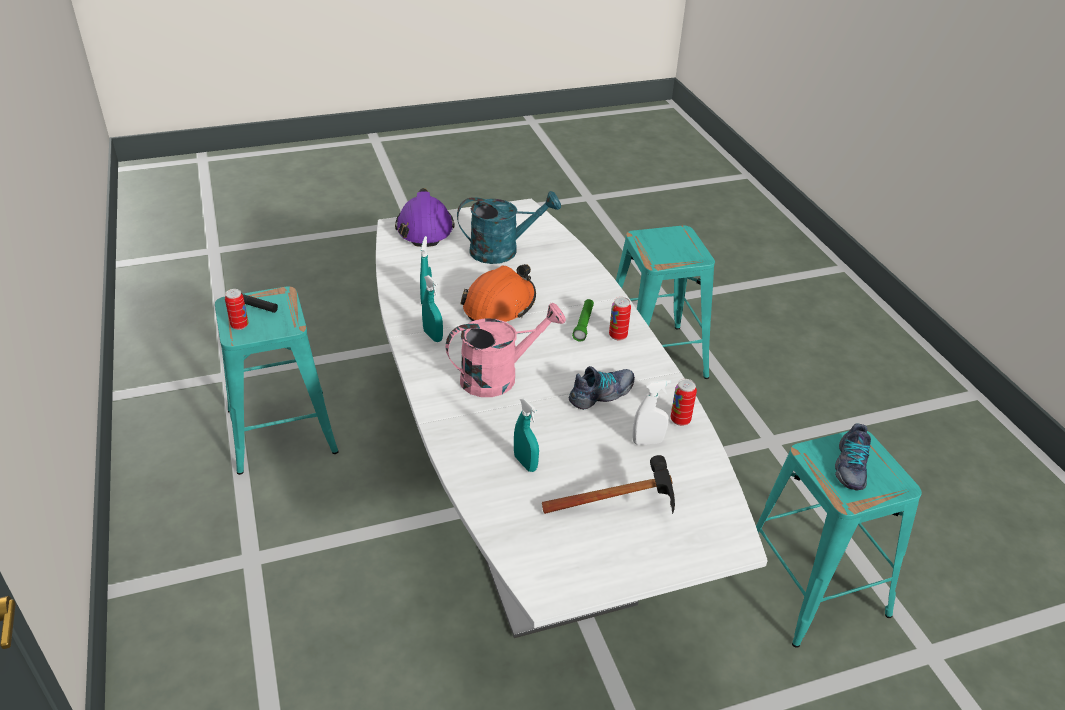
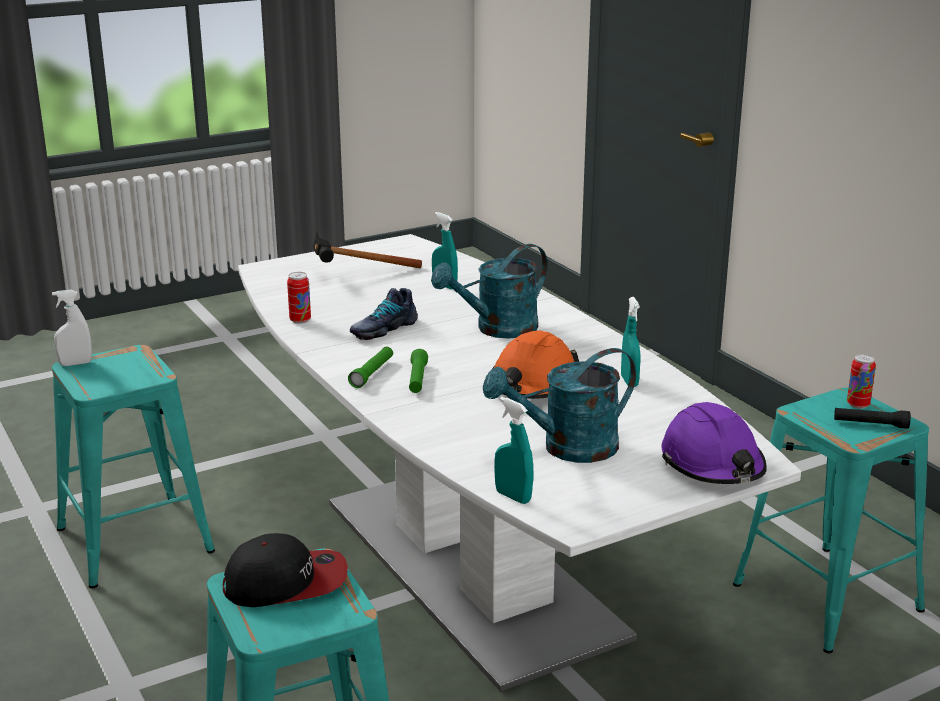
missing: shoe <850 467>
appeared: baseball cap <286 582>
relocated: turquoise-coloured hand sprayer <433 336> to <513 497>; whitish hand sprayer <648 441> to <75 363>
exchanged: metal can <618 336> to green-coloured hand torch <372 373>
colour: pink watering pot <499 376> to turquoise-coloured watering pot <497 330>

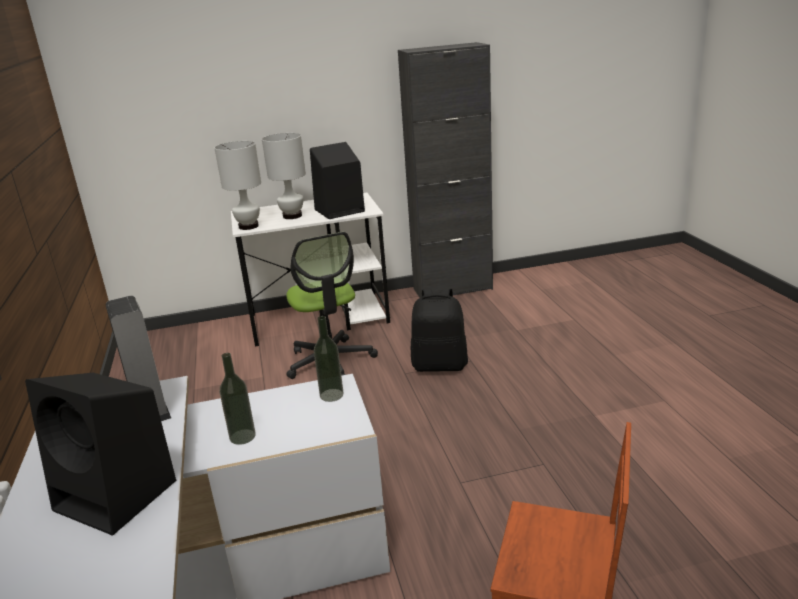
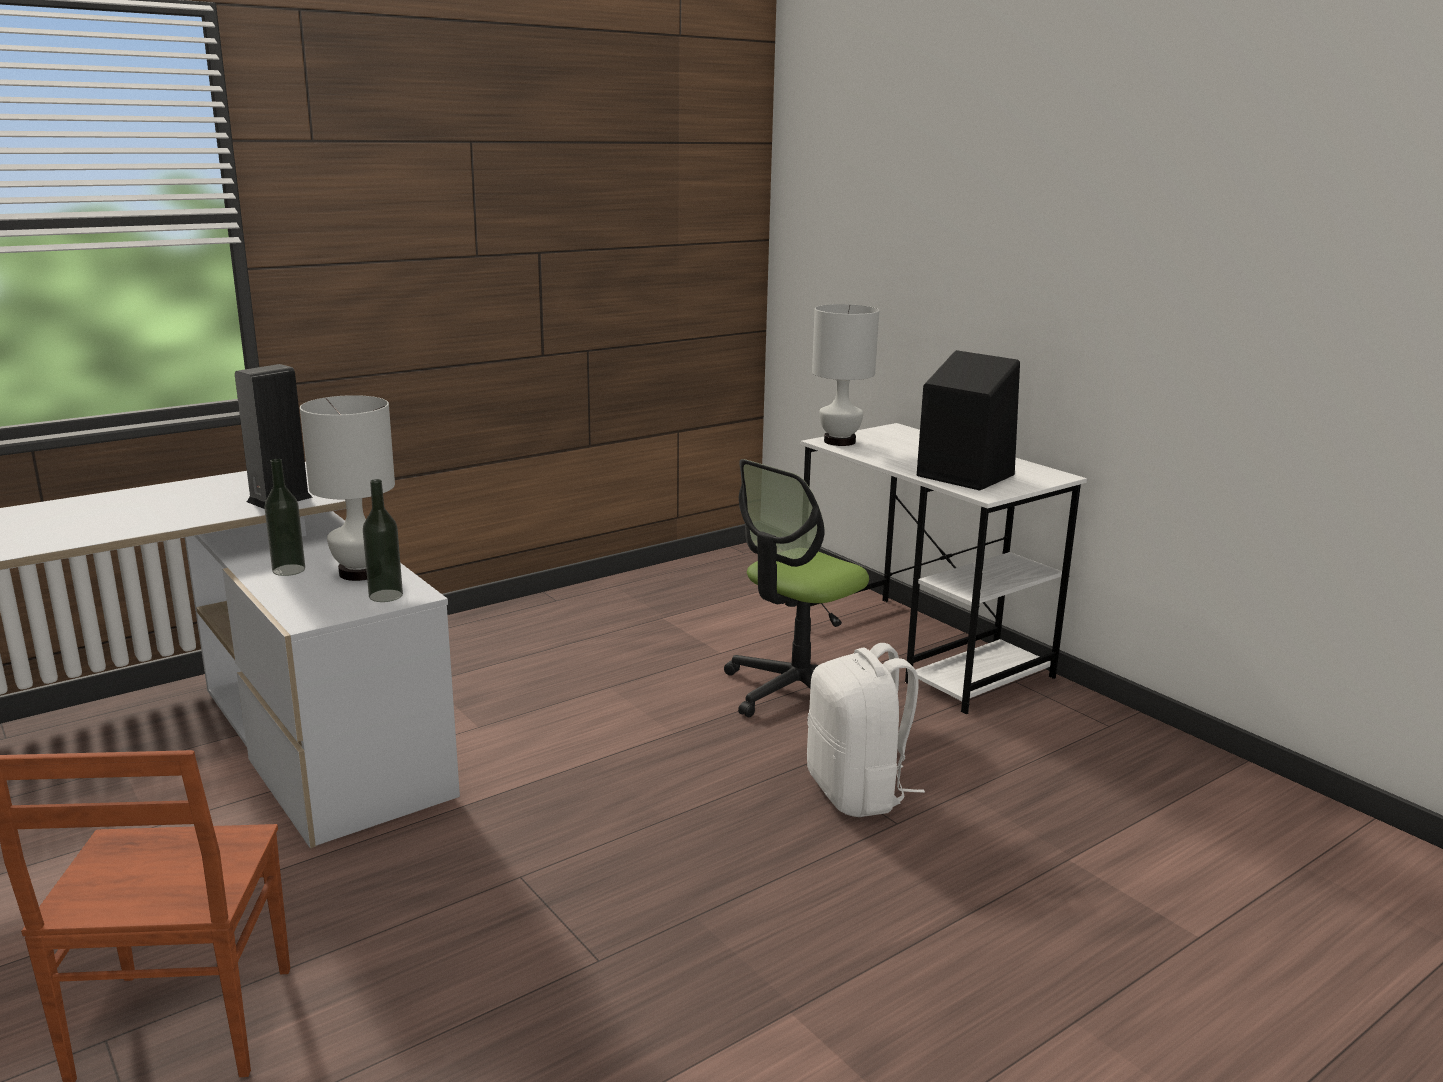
missing: black audio speaker <118 495>; black storage cabinet <452 289>
relocated: whitish lamp for a table <293 216> to <361 573>
colour: black knapsack <440 365> to whitish knapsack <858 792>

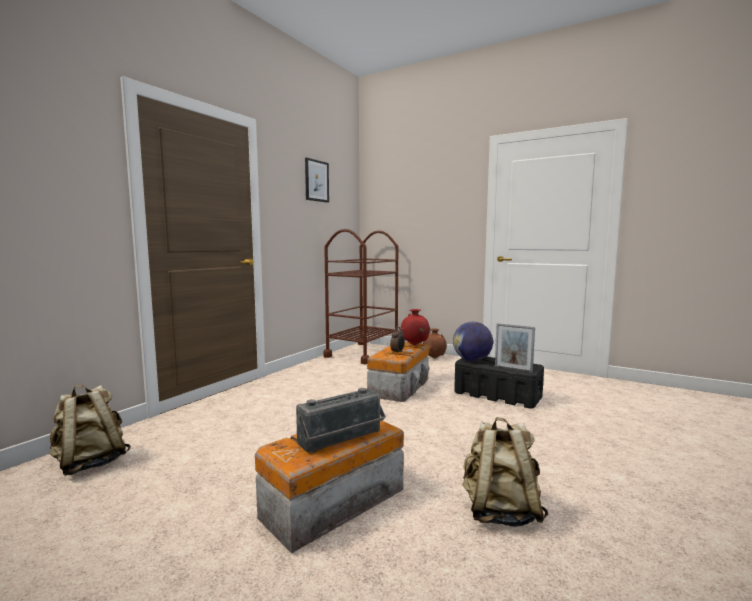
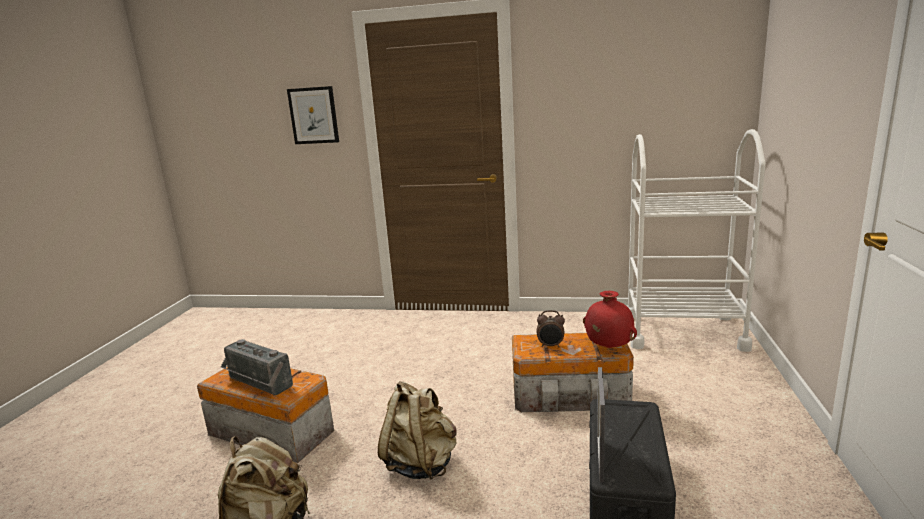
missing: brownish flower vase <434 358>; globe <472 360>
relocated: beige-coloured knapsack <90 463> to <421 464>; picture <316 181> to <313 115>
colour: brownish wheeled cart <362 353> to whitish wheeled cart <682 331>

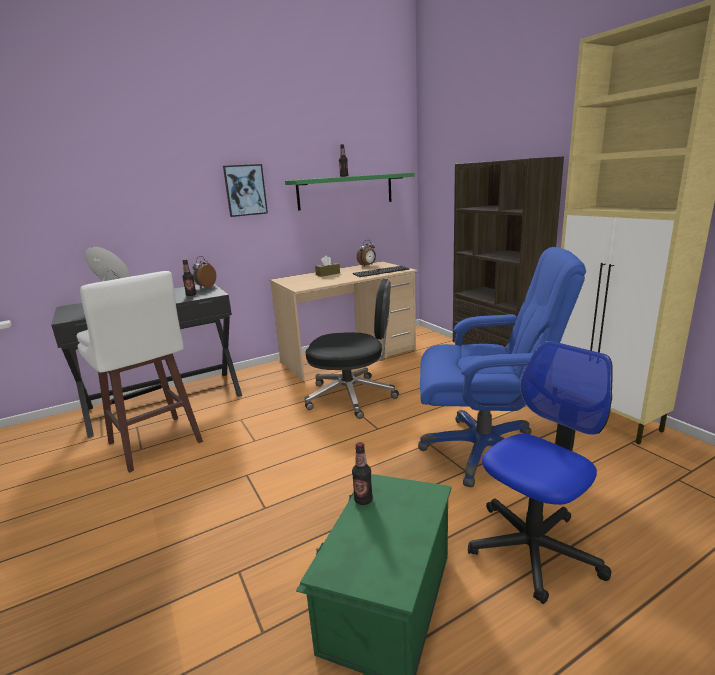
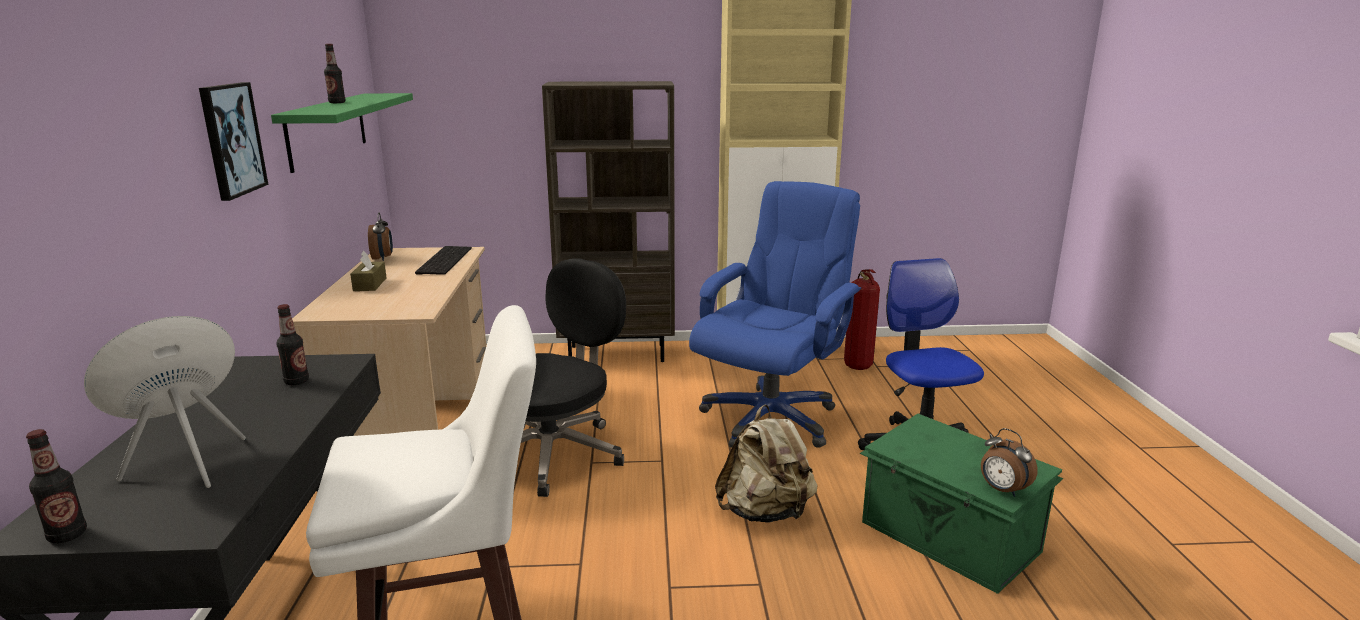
appeared: beige-coloured knapsack <765 513>; extinguisher <855 366>
relocated: alarm clock <205 286> to <1002 490>; drink bottle <363 500> to <67 535>

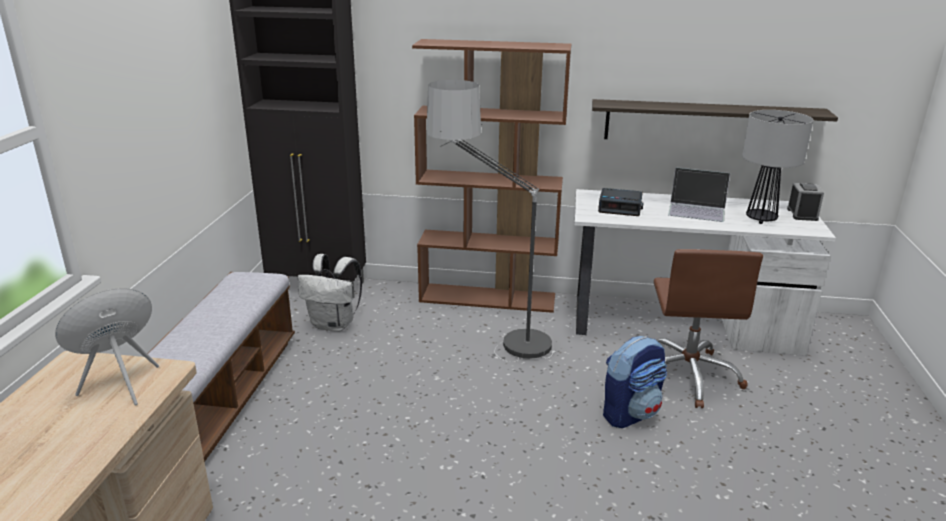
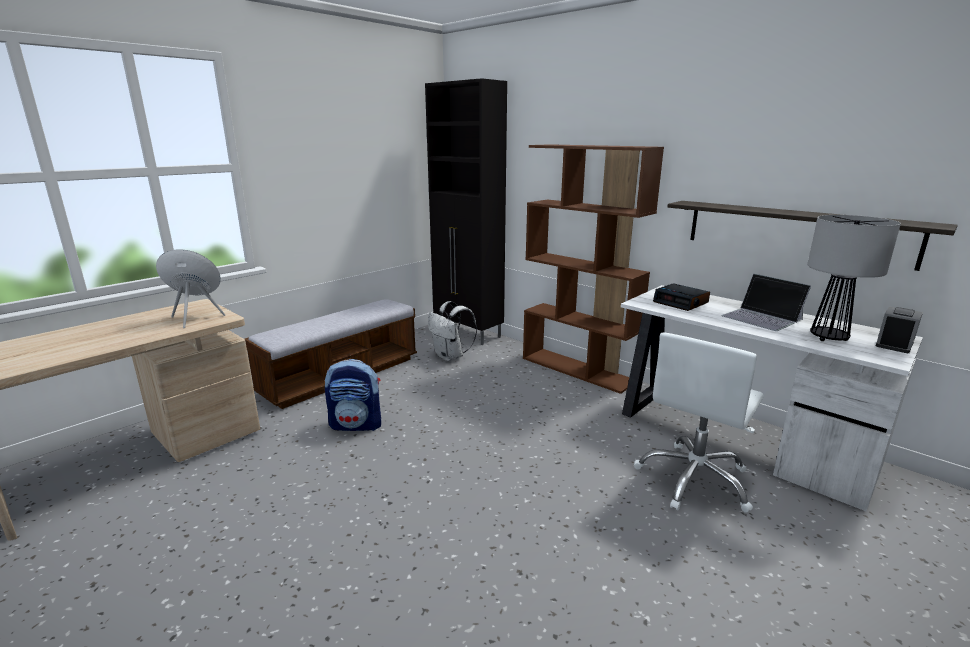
missing: standing lamp <490 339>
relocated: knapsack <630 413> to <357 425>
colour: brownish office chair <688 376> to whitish office chair <694 479>

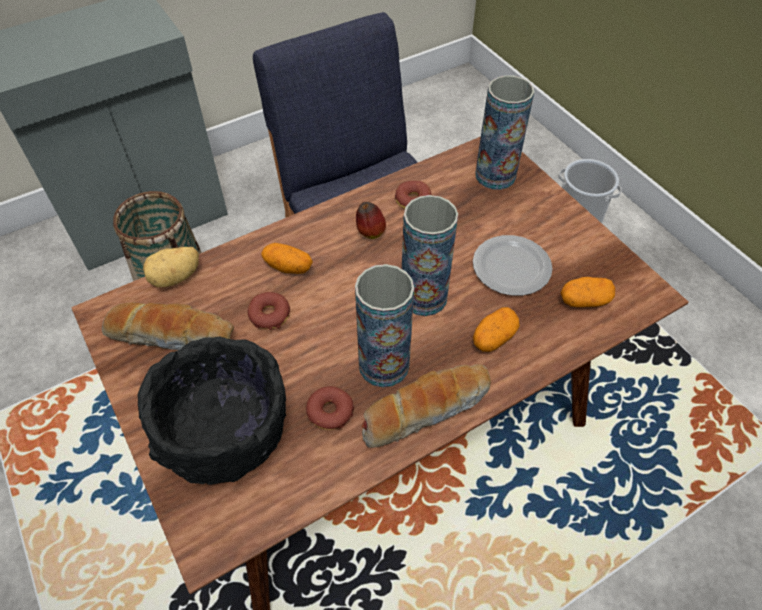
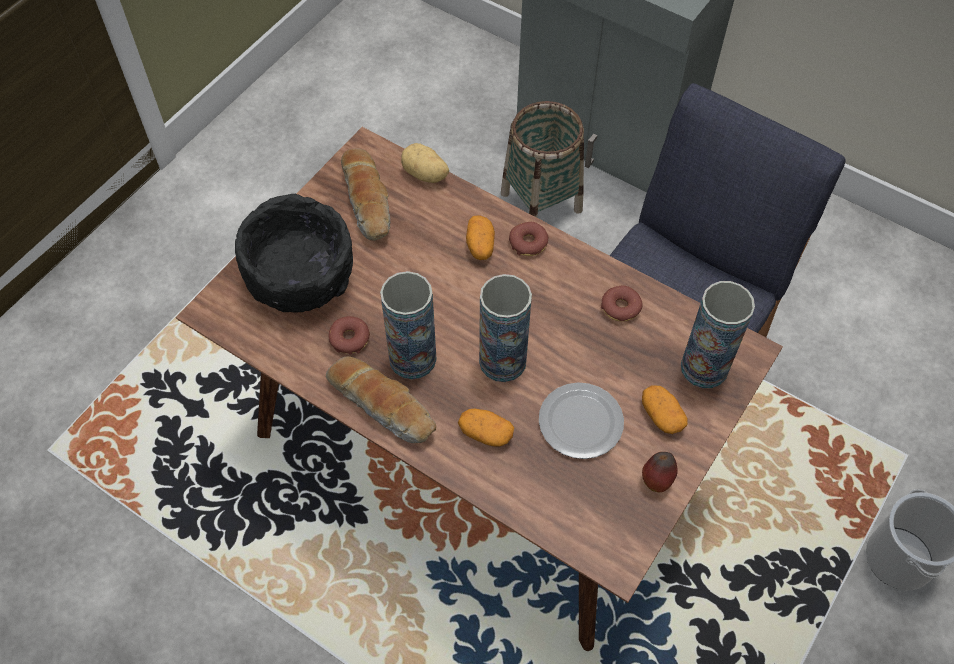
relocated: ring doughnut <269 315> to <528 243>; whole apple <370 233> to <657 480>; spud <584 300> to <661 416>

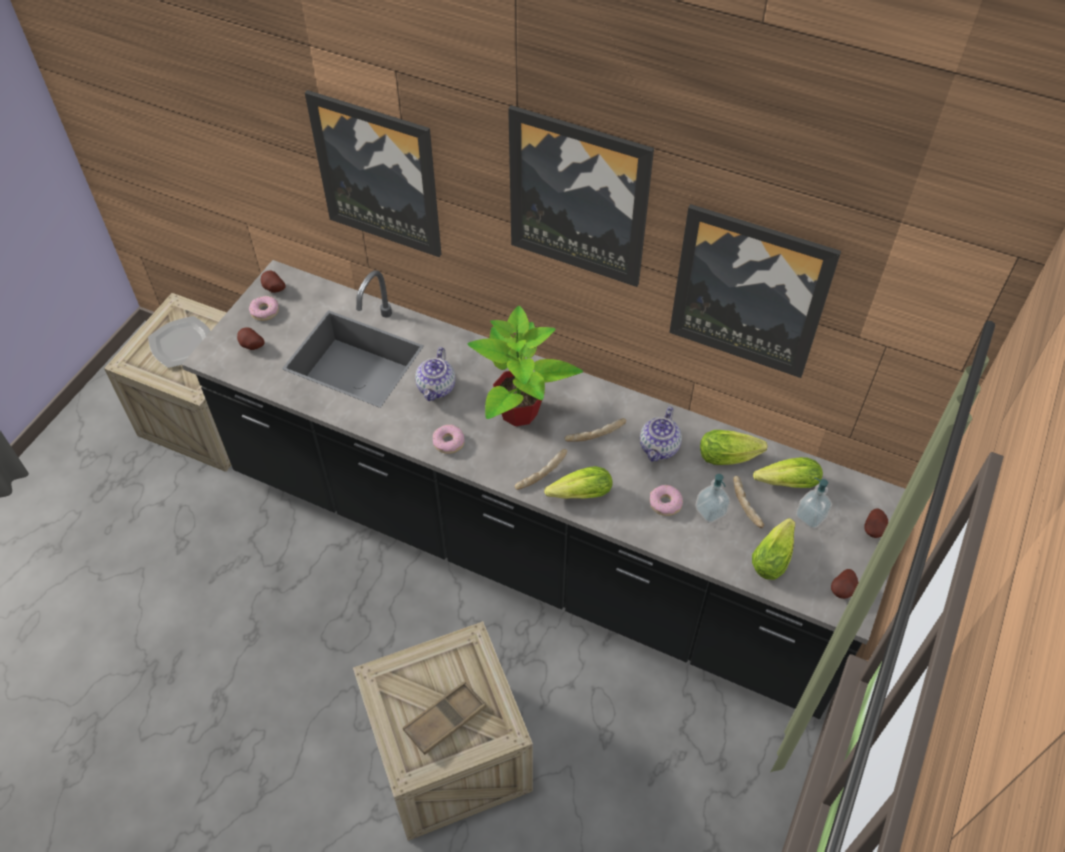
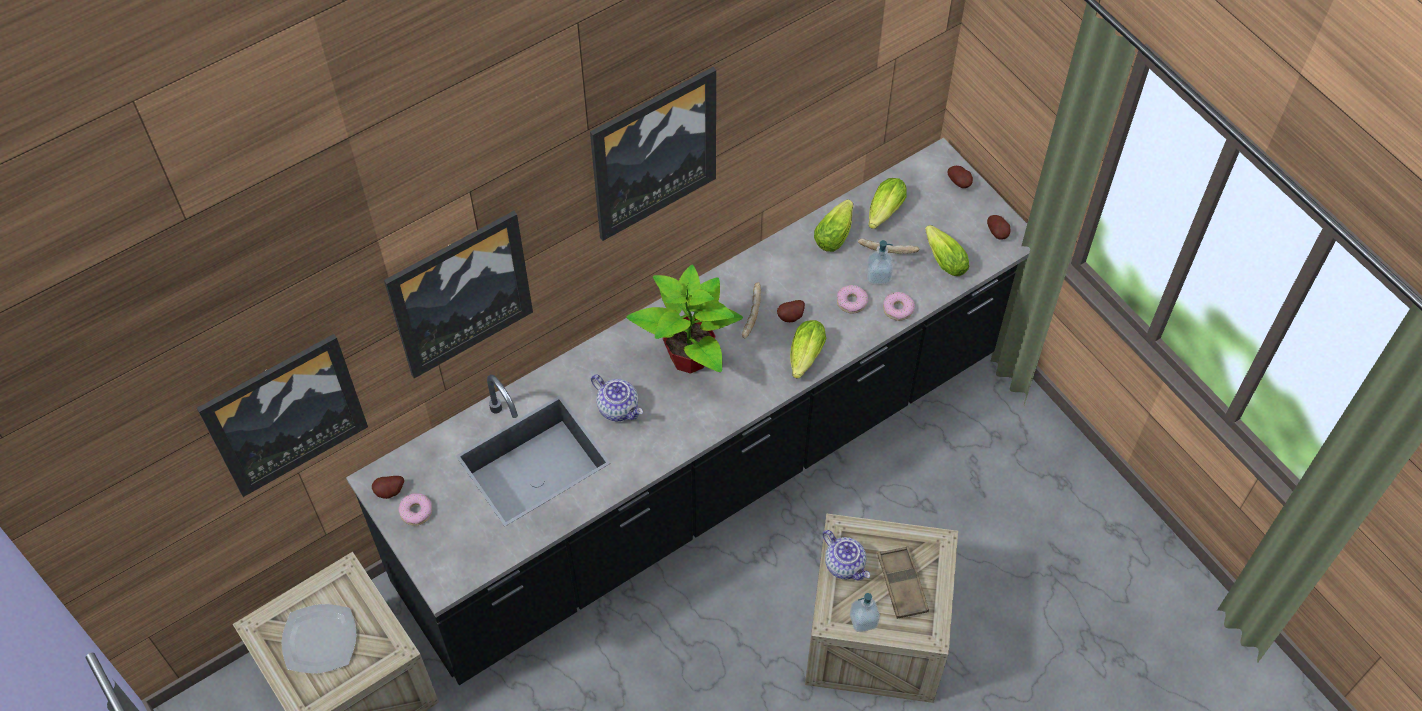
missing: baked bread <540 473>
relocated: spud <251 346> to <791 317>; ring doughnut <449 442> to <898 309>; pot for tea <659 448> to <845 564>; picture <749 291> to <284 414>; soap dispenser <810 516> to <863 620>

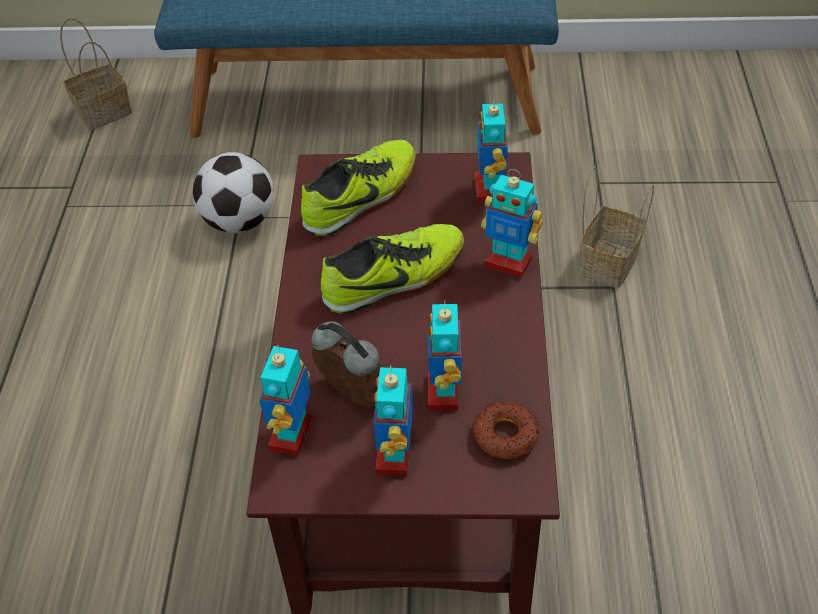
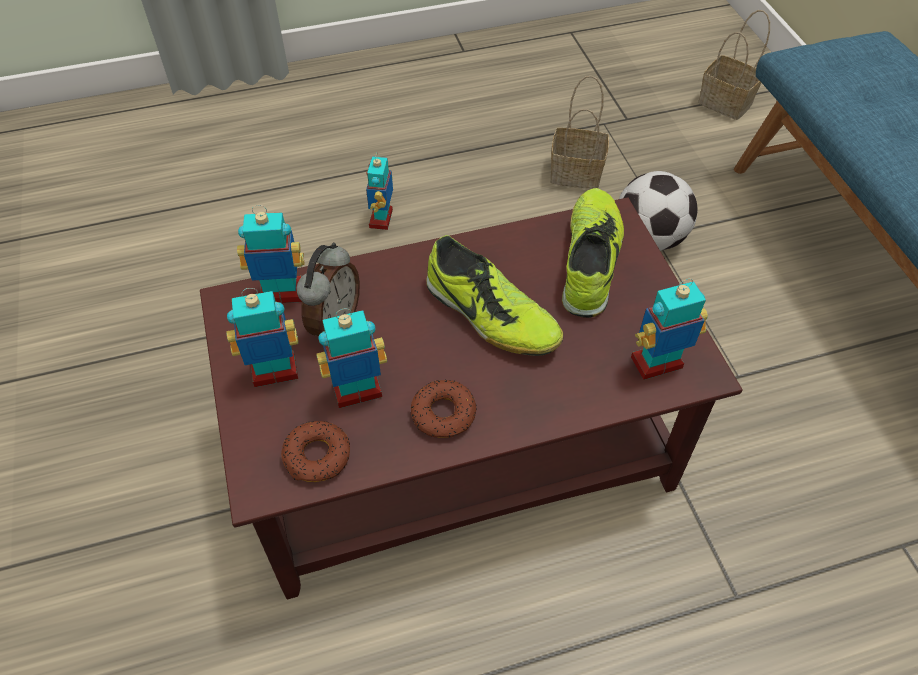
appeared: ring doughnut <443 413>
relocated: model robot <508 262> to <382 219>; household basket <608 261> to <577 173>
spun: shoe <362 197> = <590 260> 105 degrees counterclockwise

